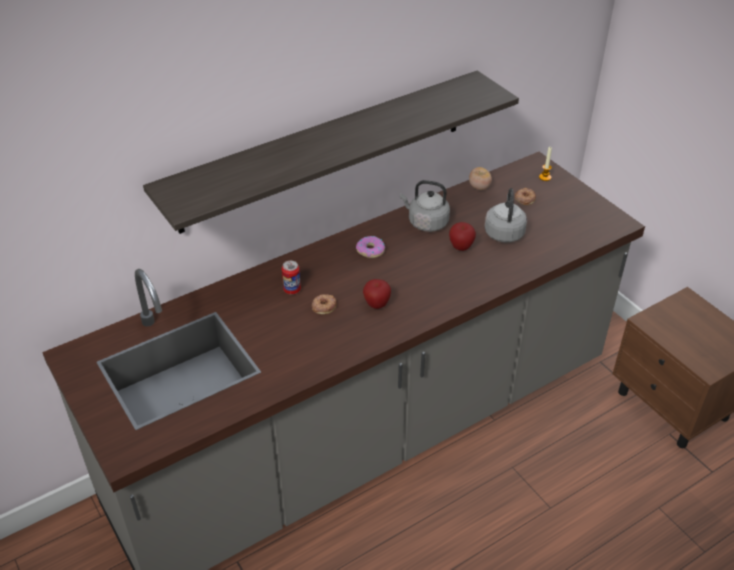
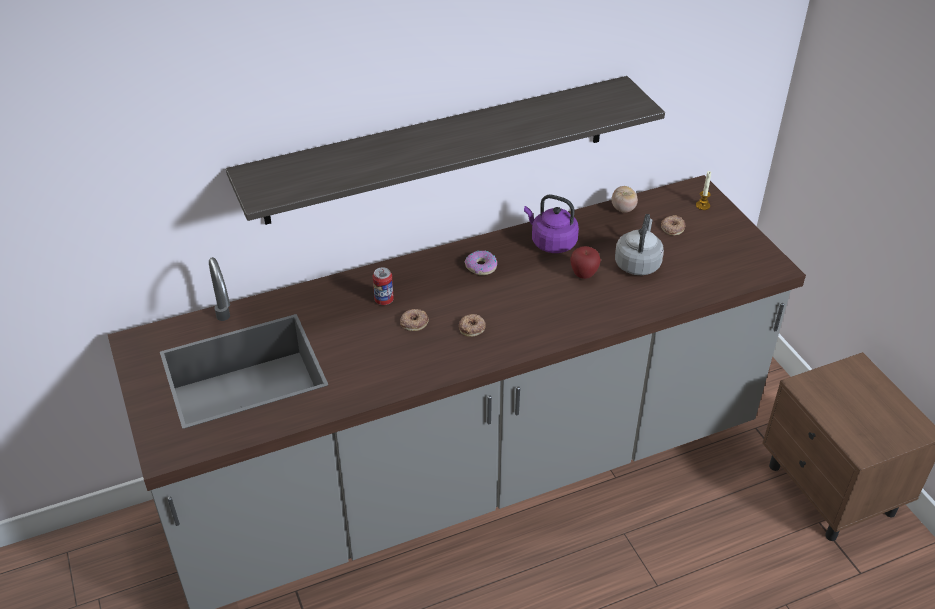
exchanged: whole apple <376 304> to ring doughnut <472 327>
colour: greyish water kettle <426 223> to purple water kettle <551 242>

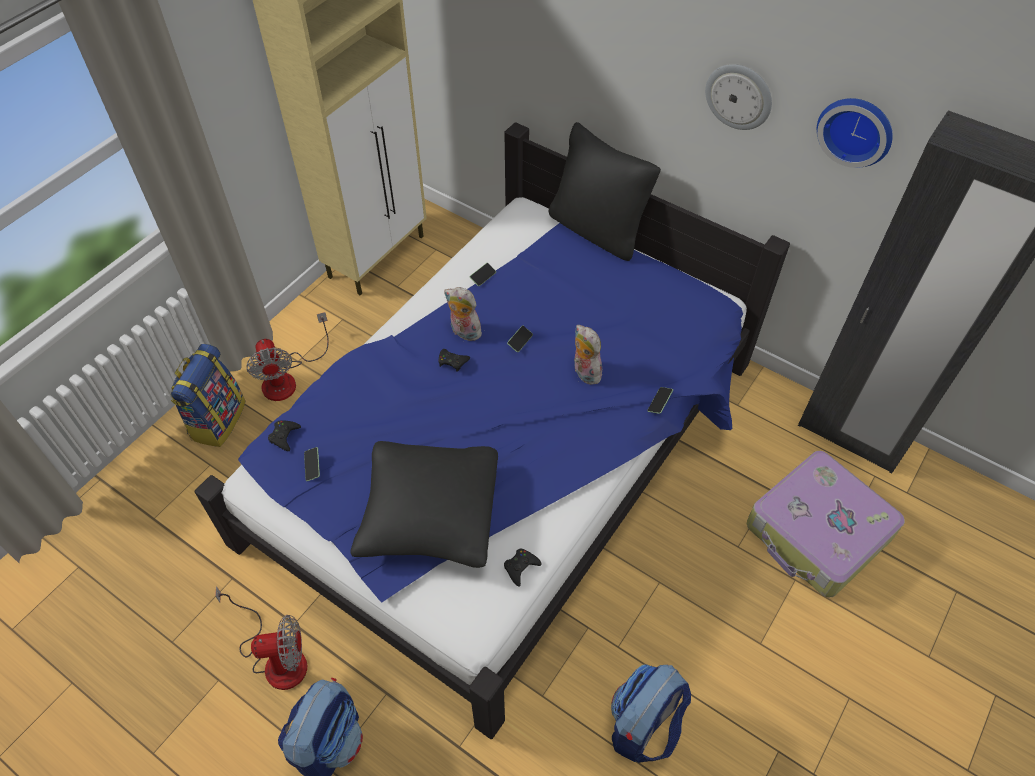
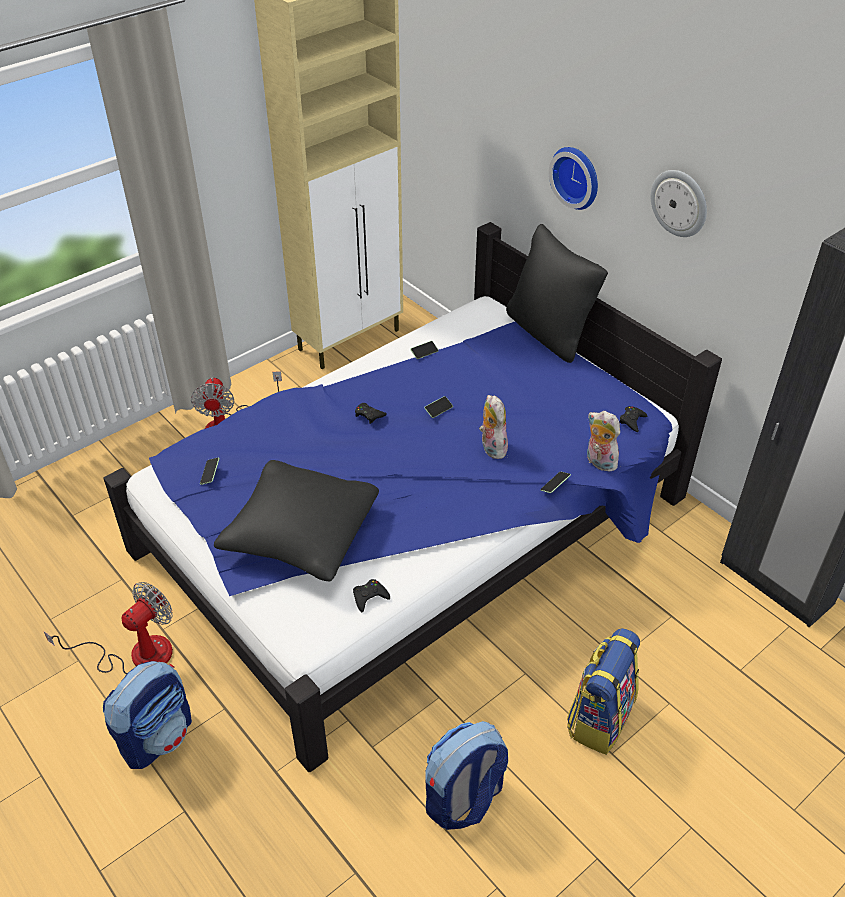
missing: piece of luggage <817 533>
relocated: knapsack <217 420> to <599 717>; black game controller <284 436> to <632 421>; plush toy <463 332> to <598 462>; wall clock <856 129> to <577 176>
spun: electric fan <276 657> = <136 654> 60 degrees counterclockwise

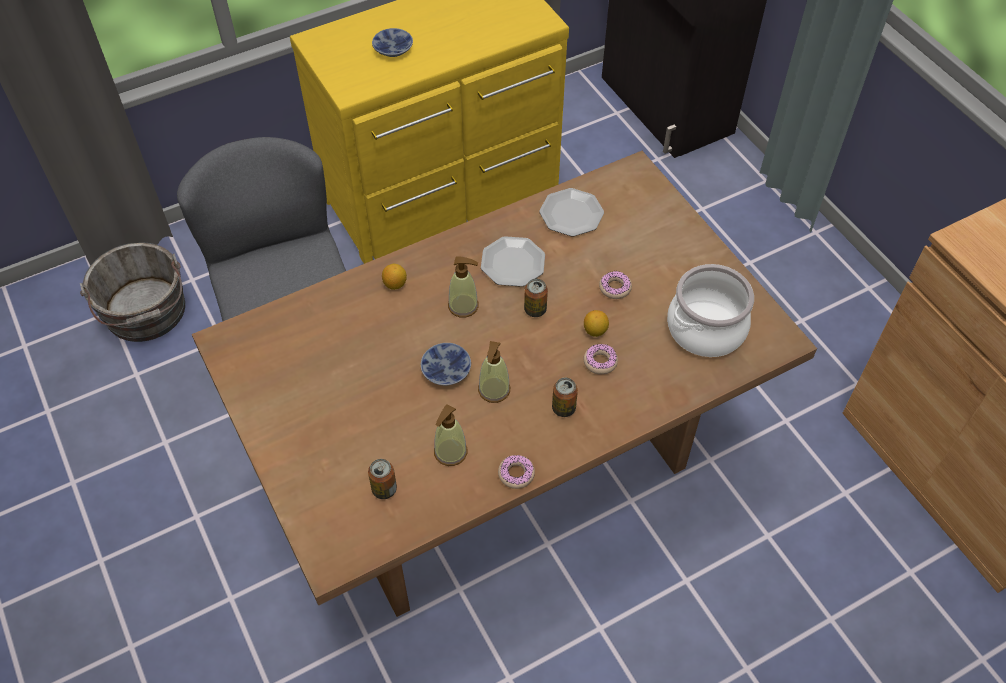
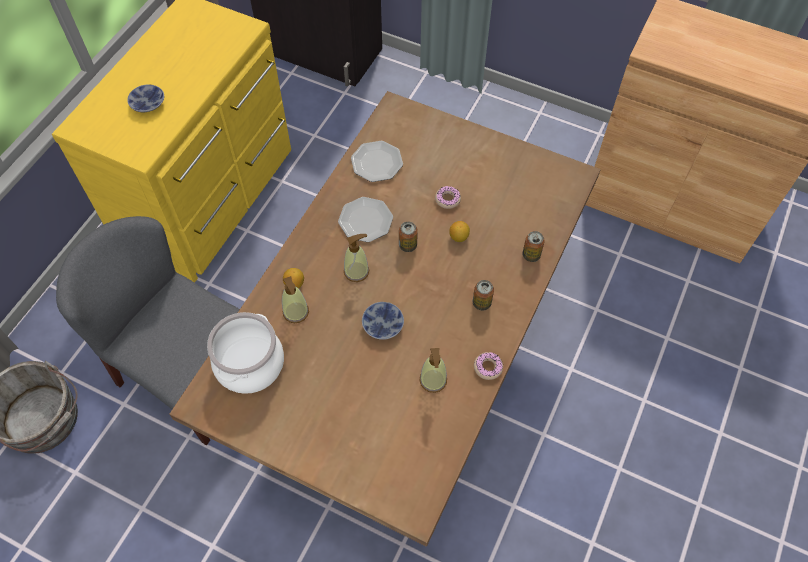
missing: ring doughnut <600 362>
relocated: metal can <384 489> to <531 255>; soap dispenser <494 390> to <296 312>; cooking pot <706 329> to <250 364>

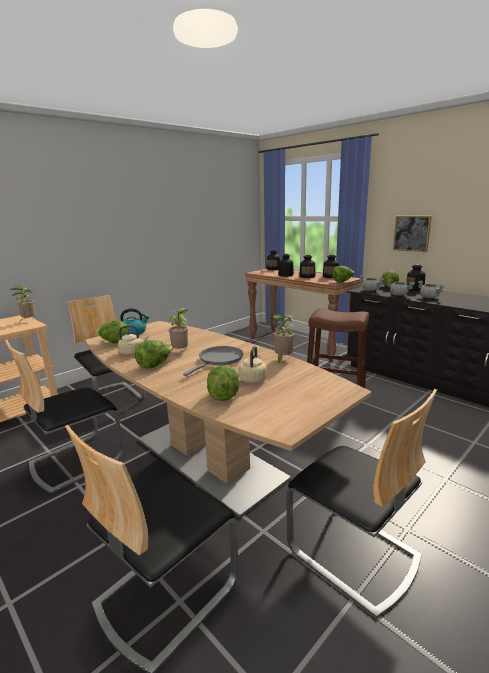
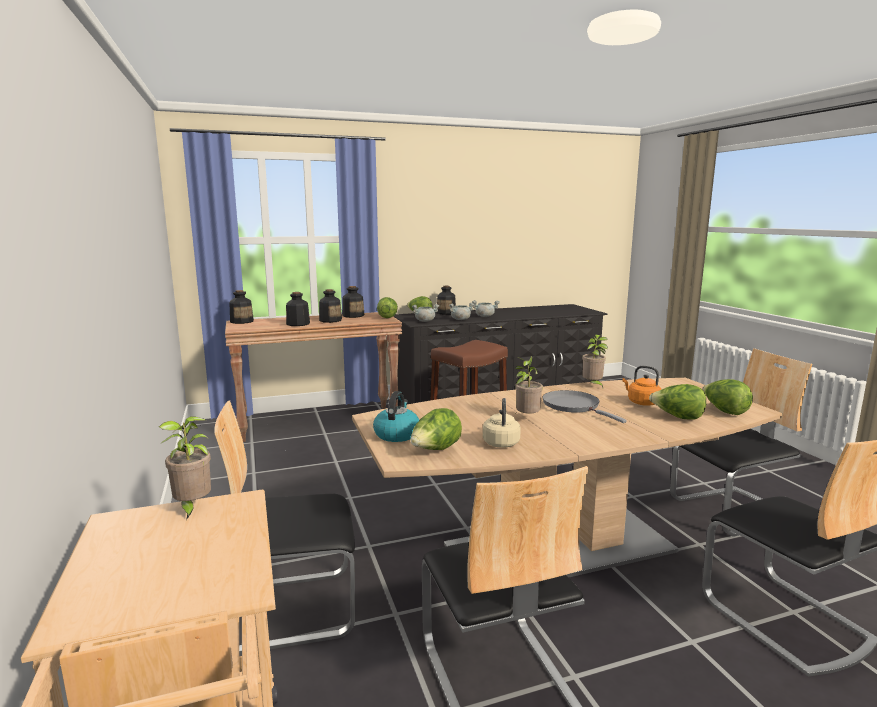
missing: picture <412 233>
relocated: head of lettuce <155 365> to <724 411>
colour: beige-coloured water kettle <253 379> to orange-coloured water kettle <641 402>

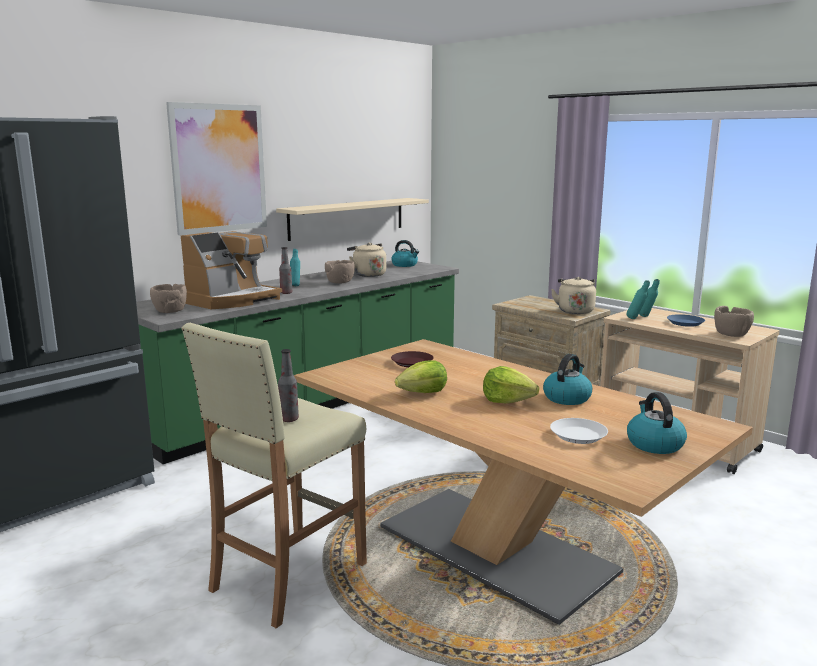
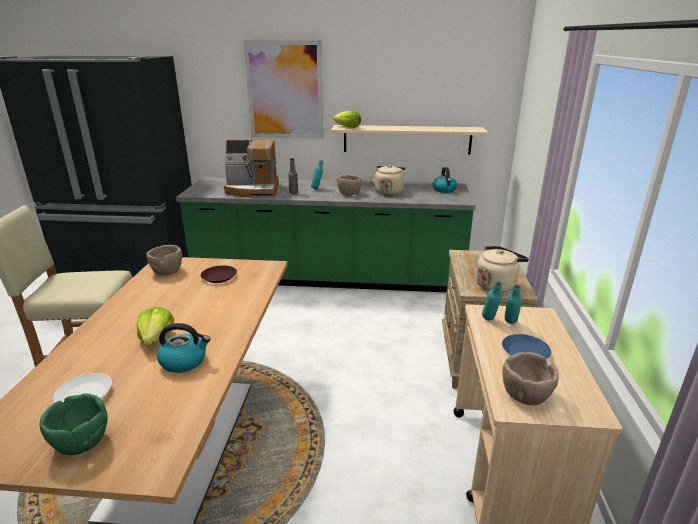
missing: drink bottle <289 419>
relocated: brownish bowl <170 311> to <167 271>; head of lettuce <423 393> to <348 127>
exchanged: water kettle <654 444> to green-coloured bowl <80 442>

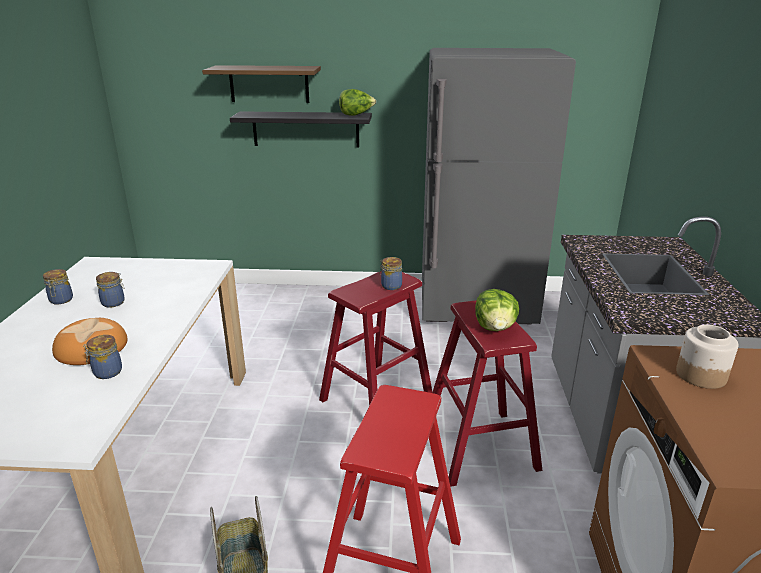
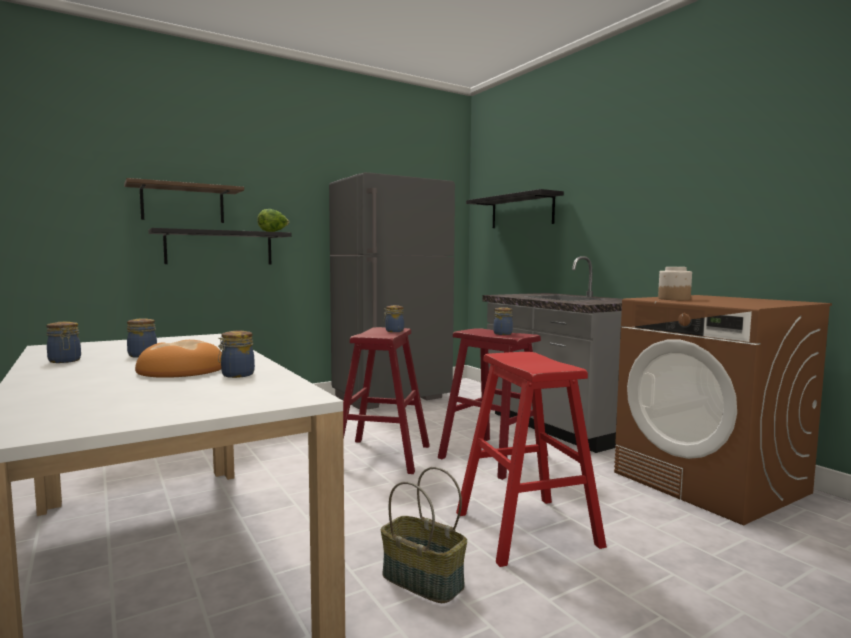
appeared: black bracket shelf <522 211>
exchanged: head of lettuce <495 328> to jar <503 334>

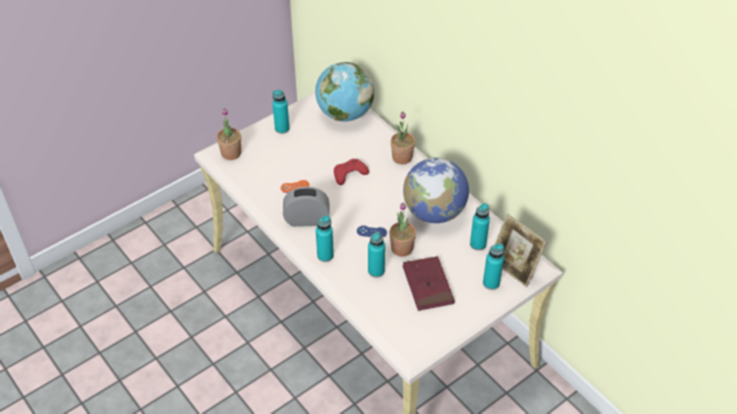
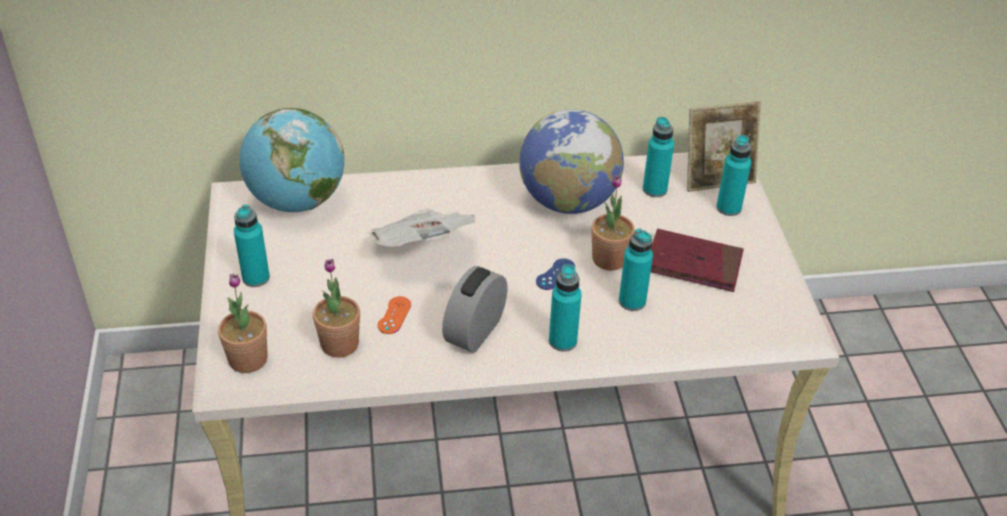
relocated: houseplant <402 157> to <339 344>
exchanged: reddish game controller <349 174> to daily paper <422 248>

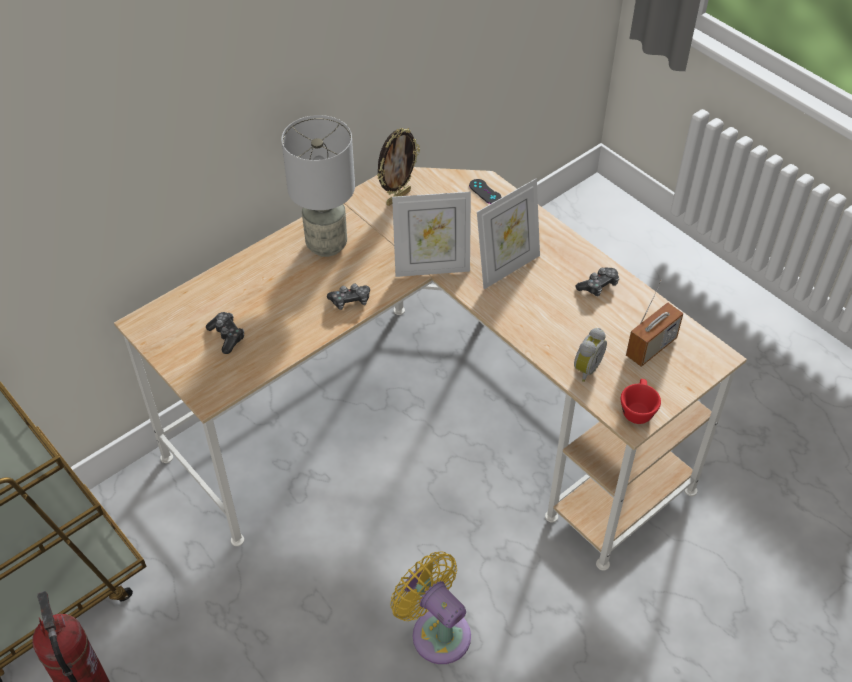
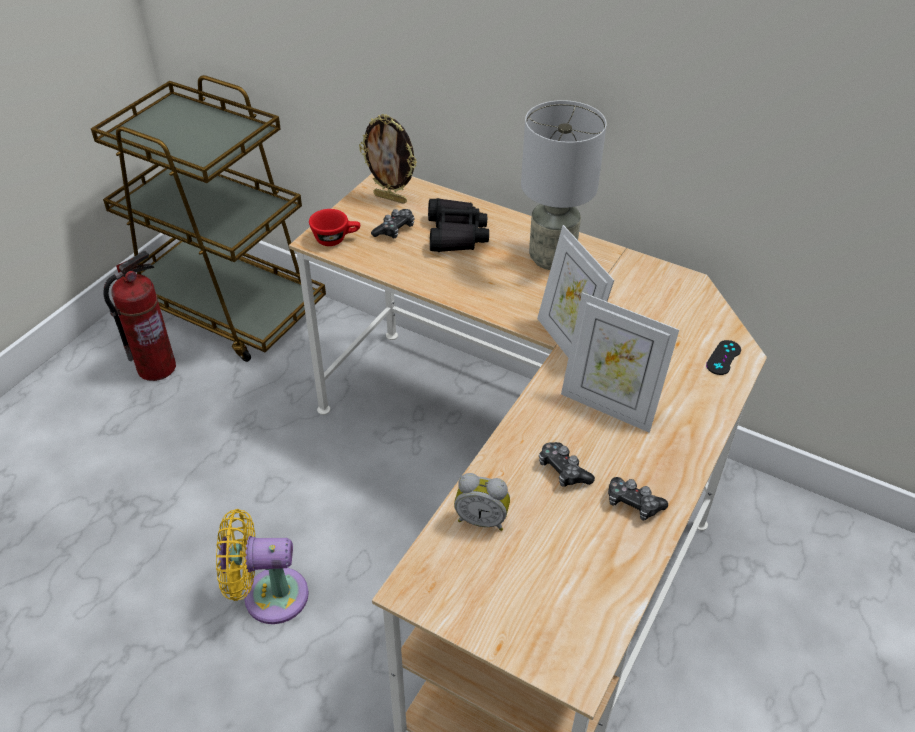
missing: radio receiver <651 347>
appeared: black field glasses <456 234>
relocated: game controller <350 301> to <563 470>; photo frame <398 197> to <391 198>; reddish small cup <637 409> to <336 239>
spun: yellow-coloured electric fan <436 631> = <268 595> 120 degrees counterclockwise

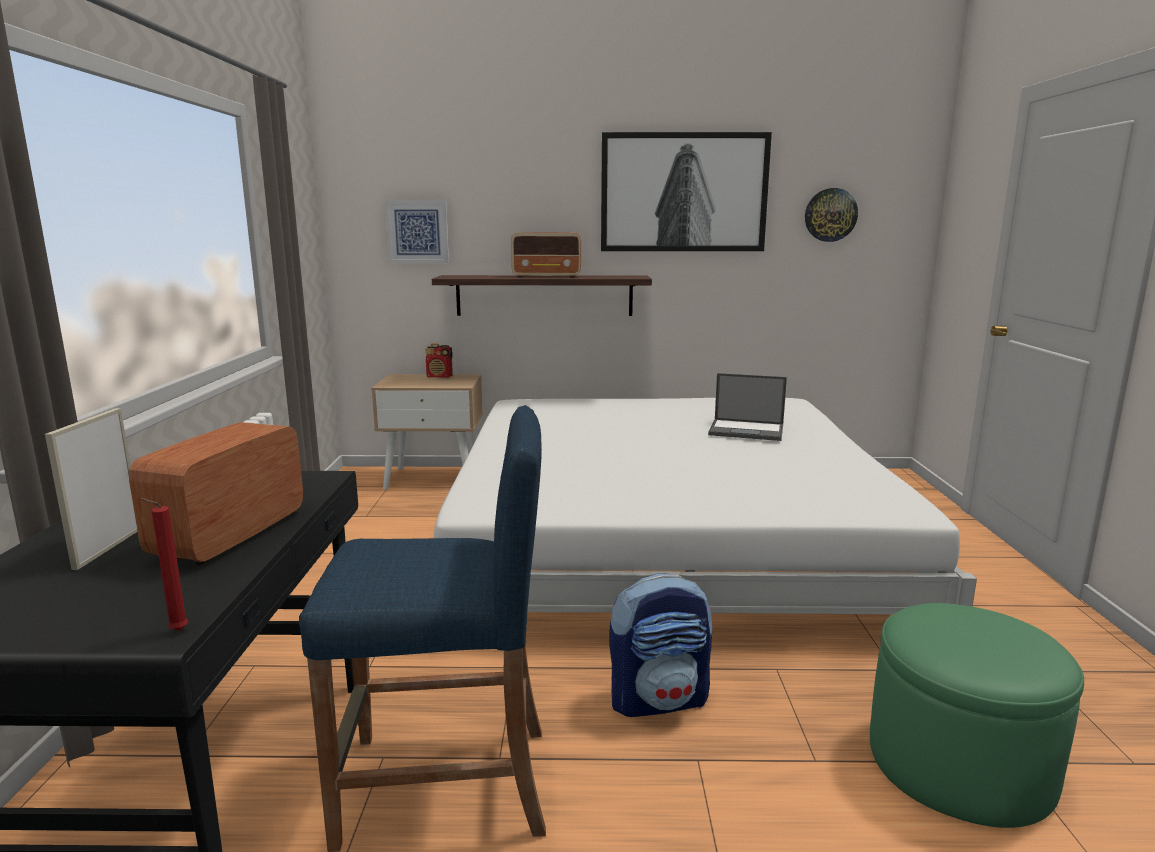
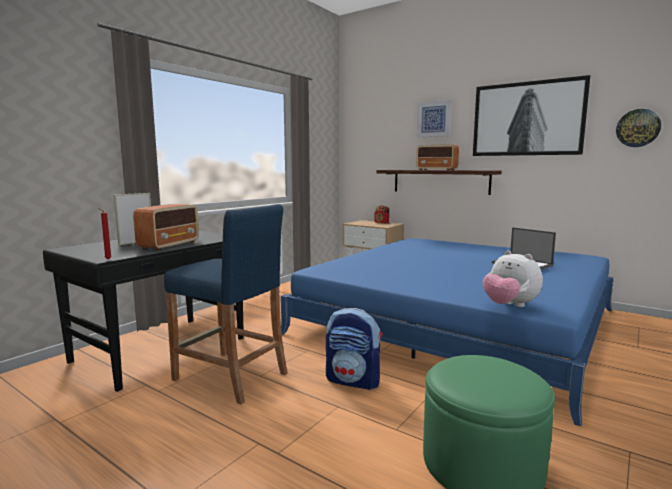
appeared: plush toy <509 306>
relocated: picture <417 232> to <434 119>
colour: whitish bed <663 537> to bluish bed <457 321>
spun: radio receiver <229 535> = <170 245> 150 degrees clockwise

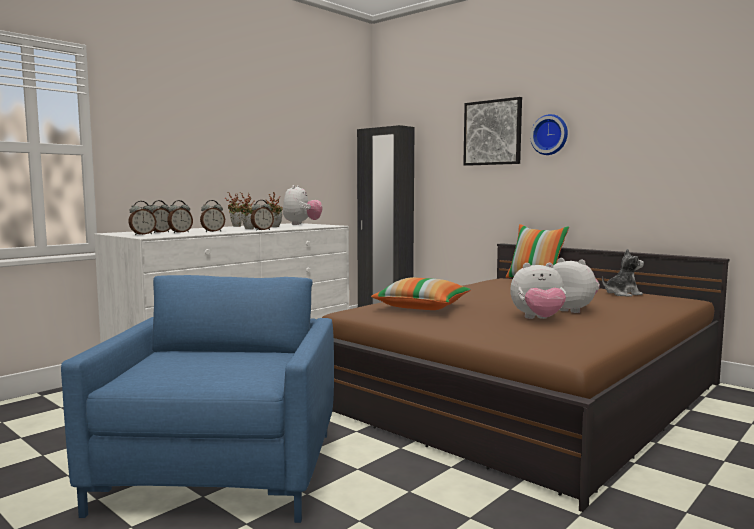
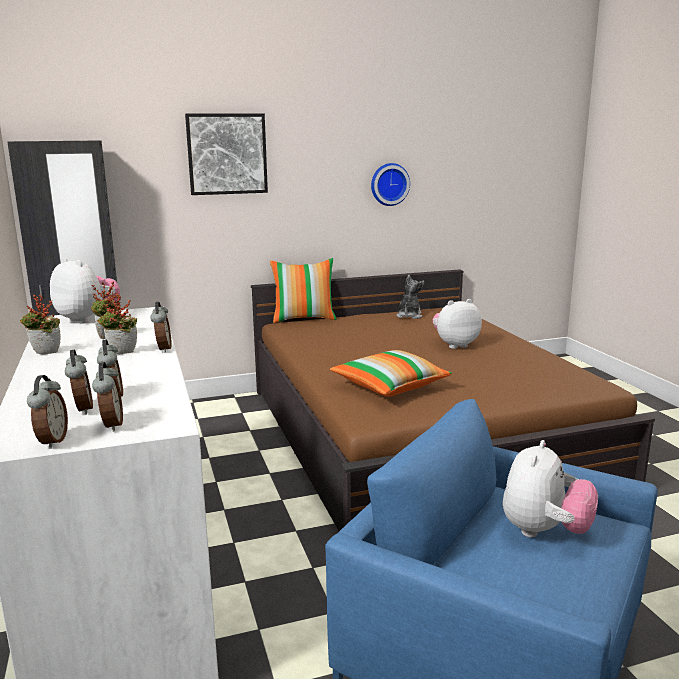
relocated: alarm clock <212 231> to <51 441>; plush toy <538 319> to <544 531>; wall clock <550 135> to <389 184>

